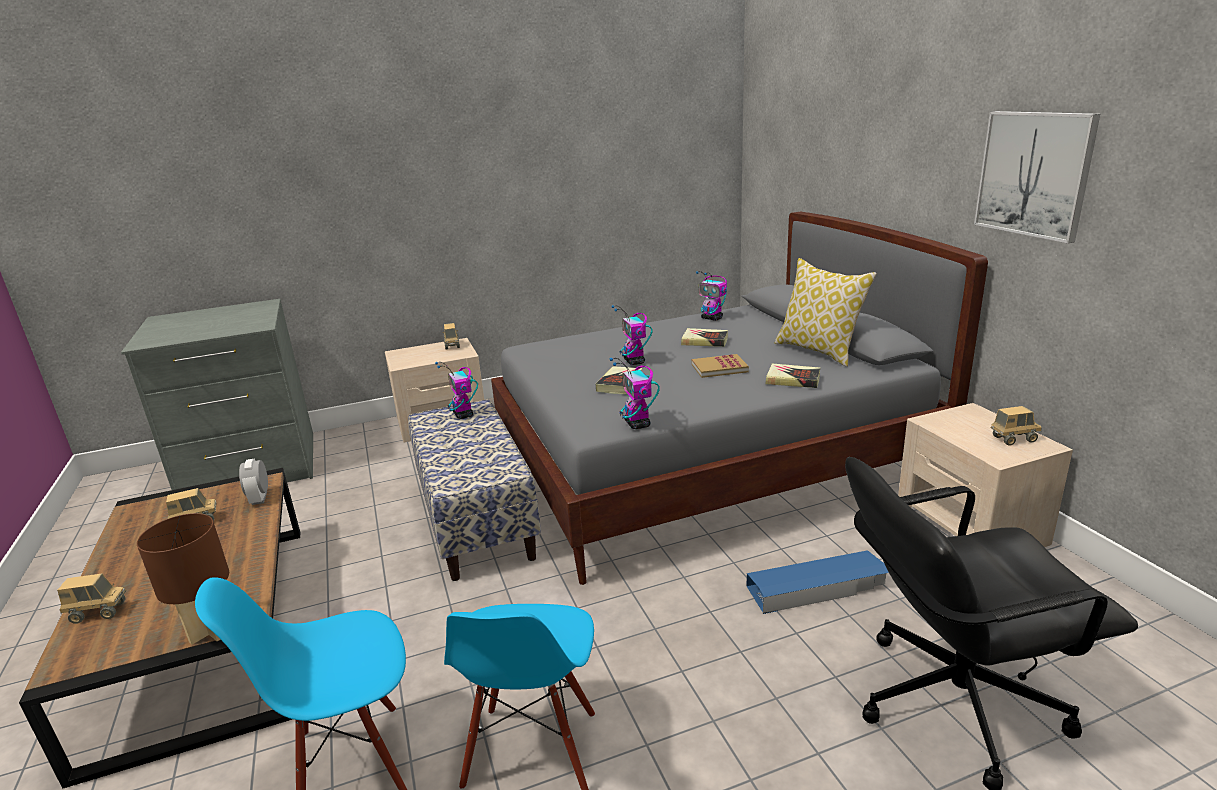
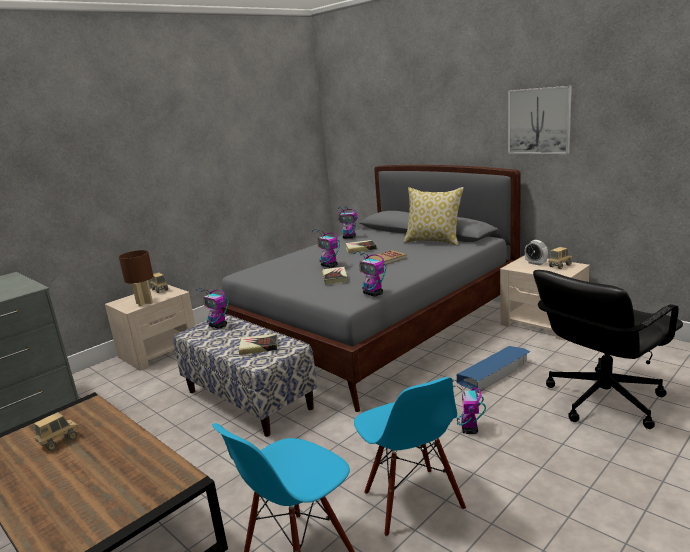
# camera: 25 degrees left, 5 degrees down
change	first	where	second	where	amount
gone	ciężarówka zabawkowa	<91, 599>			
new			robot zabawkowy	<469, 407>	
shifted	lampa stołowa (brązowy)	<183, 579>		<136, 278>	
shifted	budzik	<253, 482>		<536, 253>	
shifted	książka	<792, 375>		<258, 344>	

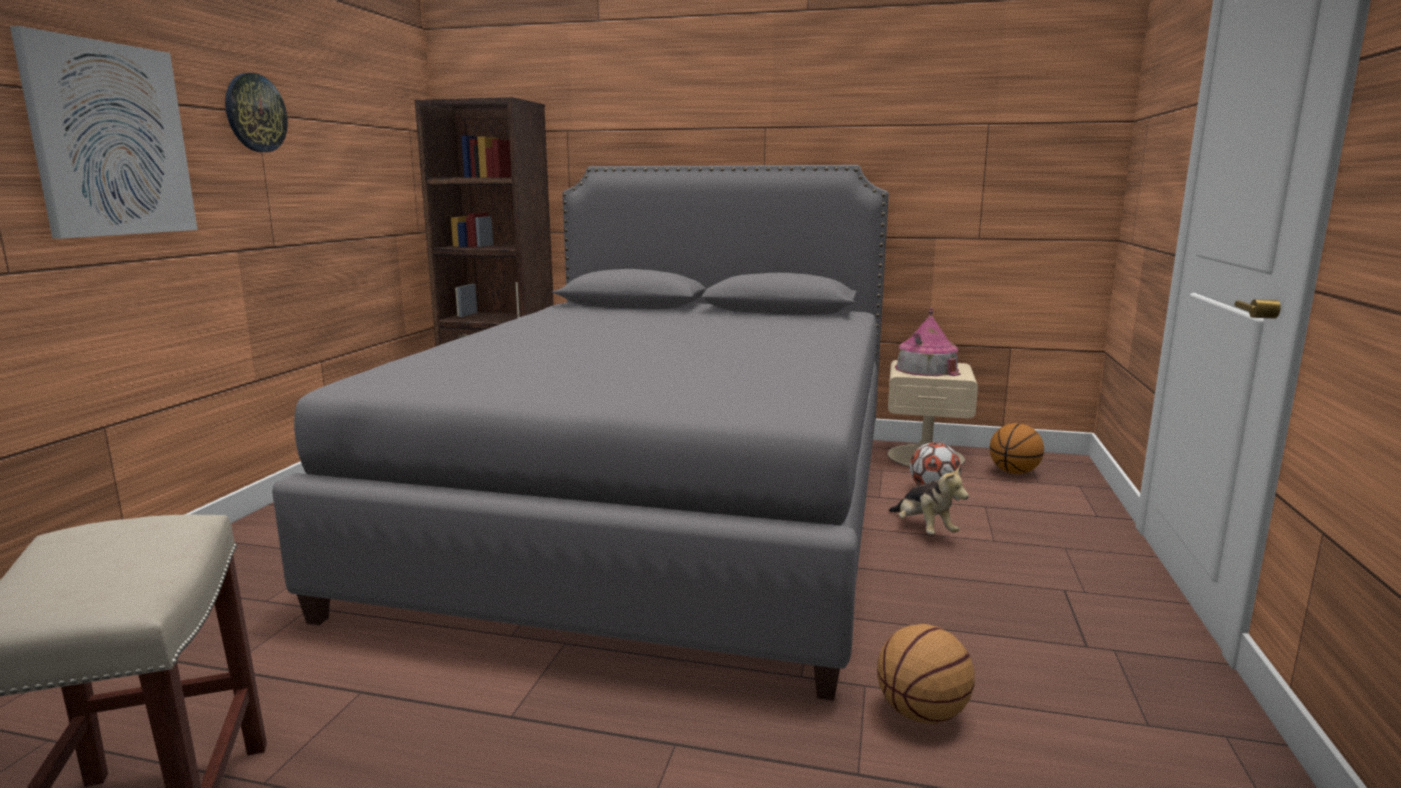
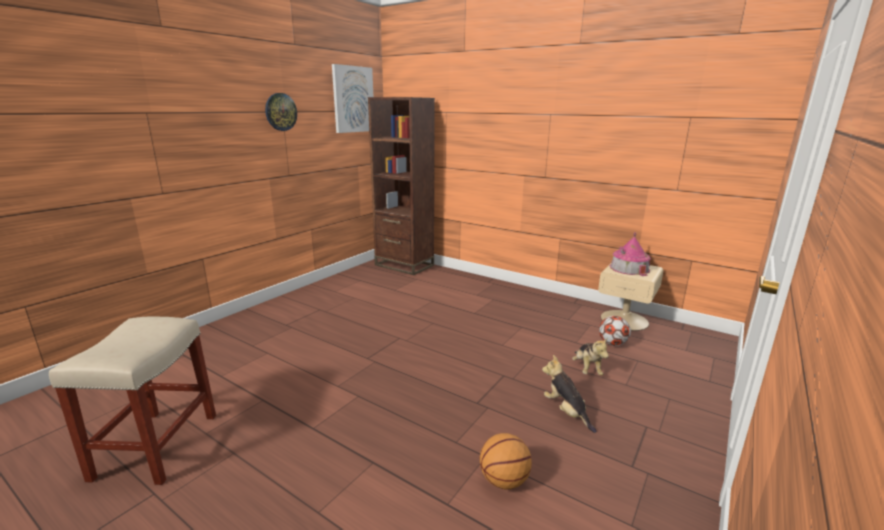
# camera: 20 degrees right, 5 degrees up
change	first	where	second	where	amount
gone	łóżko (szary)	<580, 433>			
gone	piłka do koszykówki	<1017, 448>			
new			pluszak	<569, 394>	
shifted	obraz	<104, 132>		<352, 98>	

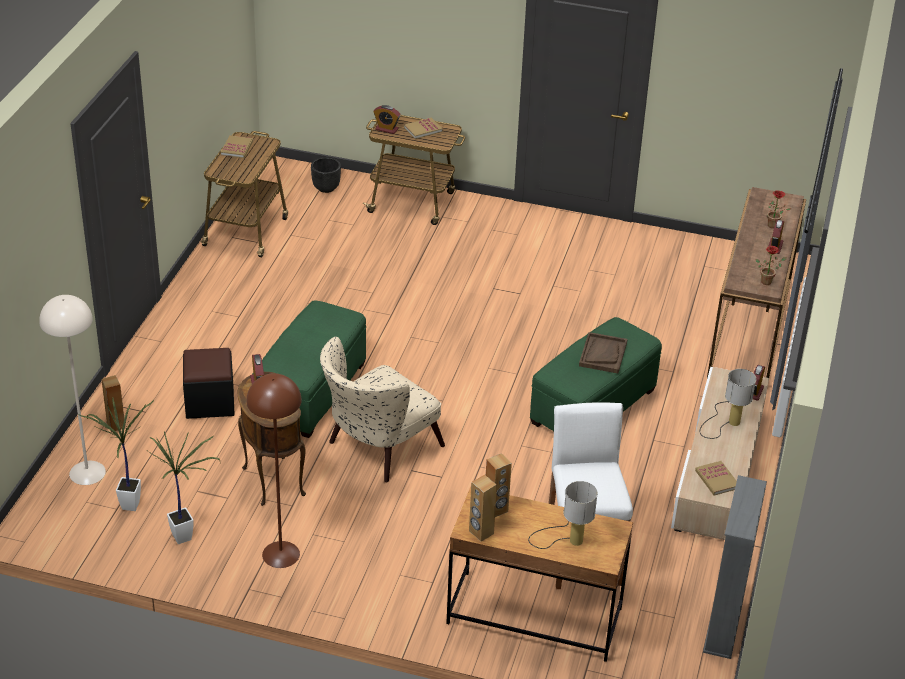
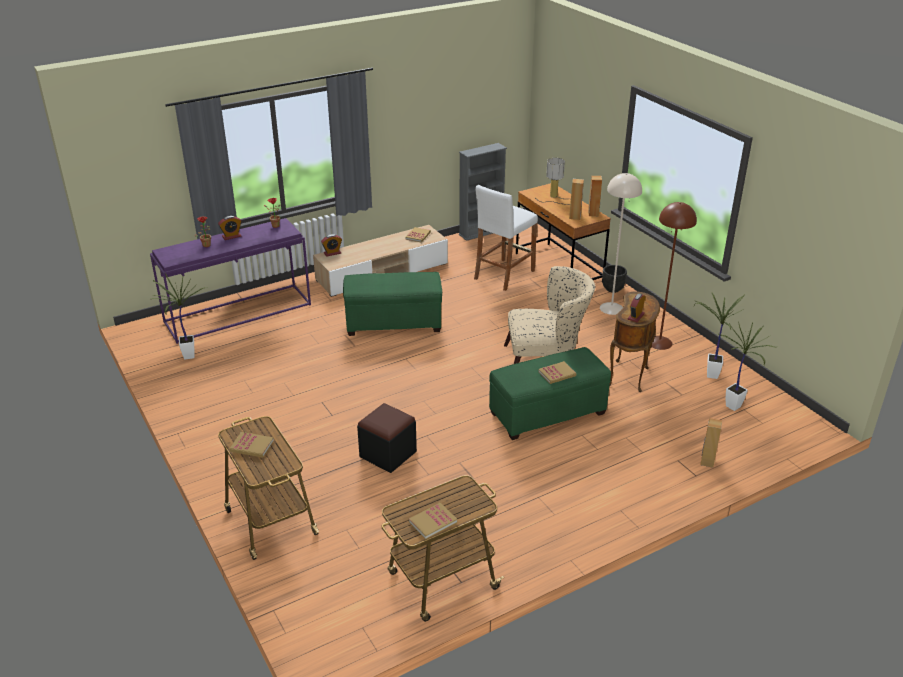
# camera: 135 degrees left, 5 degrees down
change	first	where	second	where	amount
gone	budzik	<386, 119>			
gone	taca (brązowy)	<603, 352>			
gone	lampa stołowa	<728, 404>			
new			roślina doniczkowa	<180, 316>	
new			książka	<557, 372>	
shifted	lampa stojąca (beżowy)	<72, 390>		<621, 244>	
shifted	pufa (czarny)	<209, 383>		<387, 438>	
shifted	donica (czarny)	<326, 175>		<614, 279>	
repainted	stolik konsolowy (brązowy)	<756, 282>	stolik konsolowy (fioletowy)	<230, 281>	

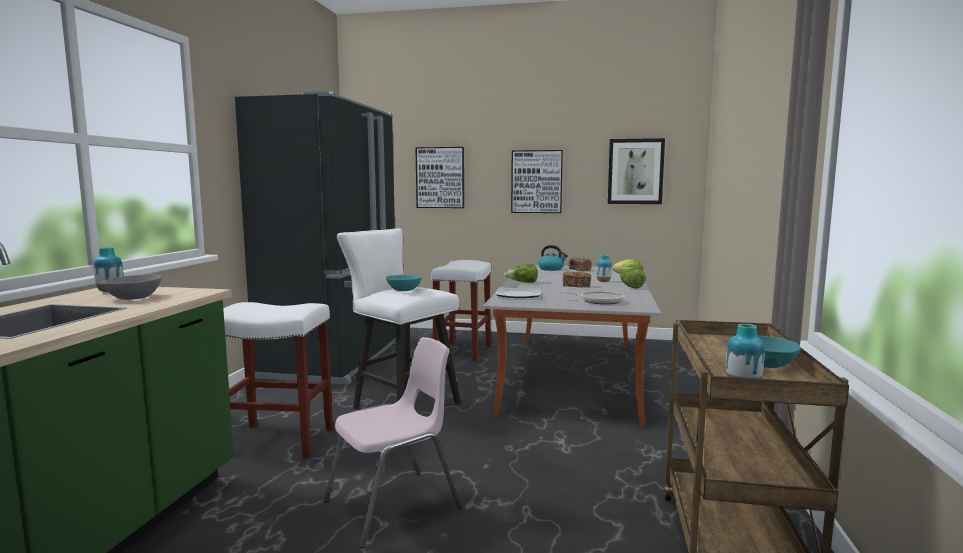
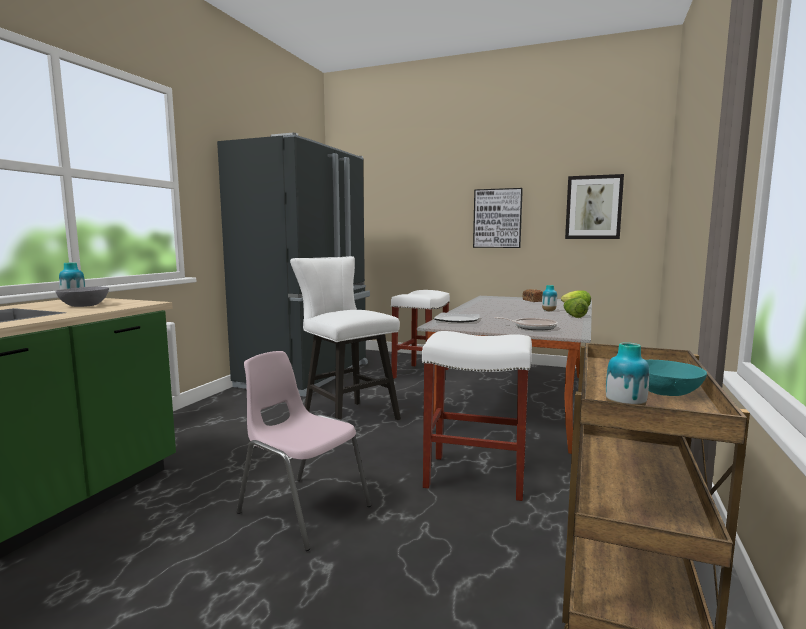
# camera: 10 degrees right, 0 degrees up
change	first	where	second	where	amount
gone	miska (turkusowy)	<404, 283>			
gone	obraz	<439, 177>			
gone	sałata	<521, 273>			
gone	czajnik	<553, 258>			
gone	chleb	<577, 279>			
shifted	stołek (biały)	<278, 380>		<477, 416>	
rotated	krzesło (różowy)	<393, 442>		<304, 451>	120 degrees counterclockwise

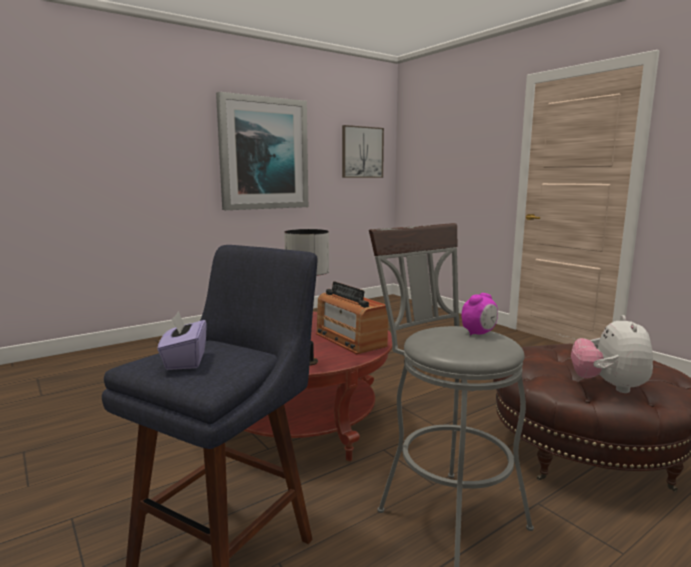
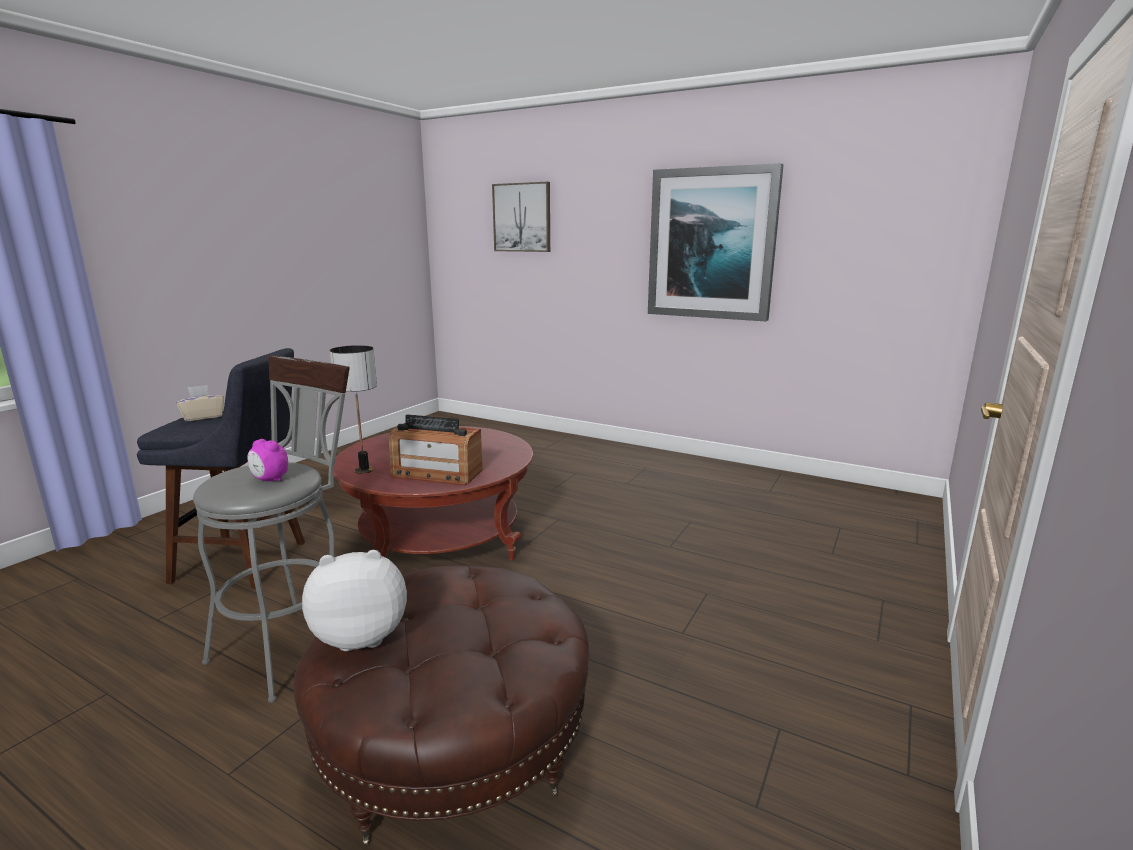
# camera: 65 degrees right, 5 degrees up
change	first	where	second	where	amount
shifted	obraz	<363, 151>		<521, 217>	
repainted	pudełko chusteczek (fioletowy)	<182, 340>	pudełko chusteczek (beżowy)	<200, 403>	
rotated	radio	<352, 317>		<436, 449>	105 degrees counterclockwise

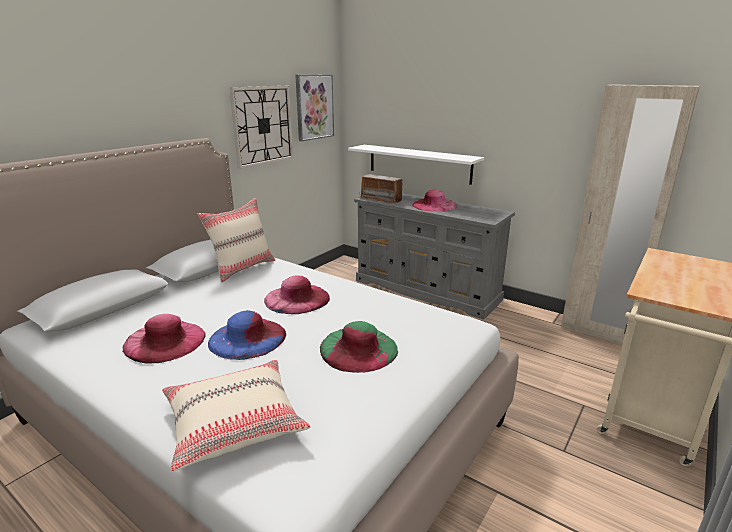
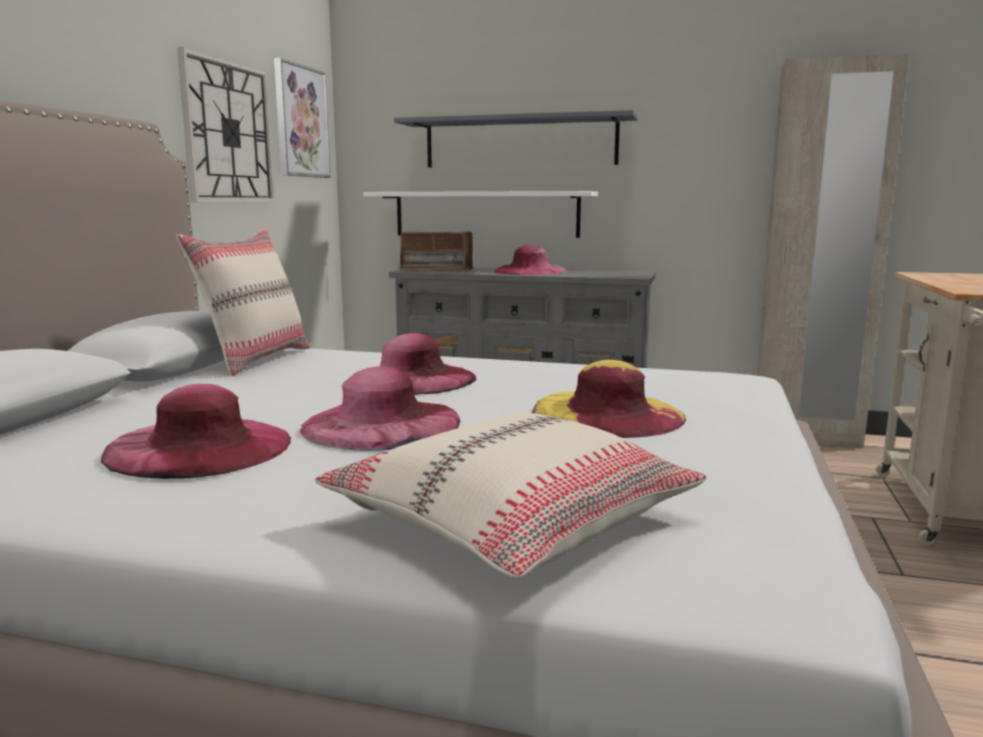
# camera: 20 degrees left, 10 degrees down
change	first	where	second	where	amount
new			półka (szary)	<516, 138>	
repainted	kapelusz (niebieski)	<247, 335>	kapelusz (różowy)	<380, 408>	
repainted	kapelusz (zielony)	<359, 347>	kapelusz (żółty)	<609, 399>	

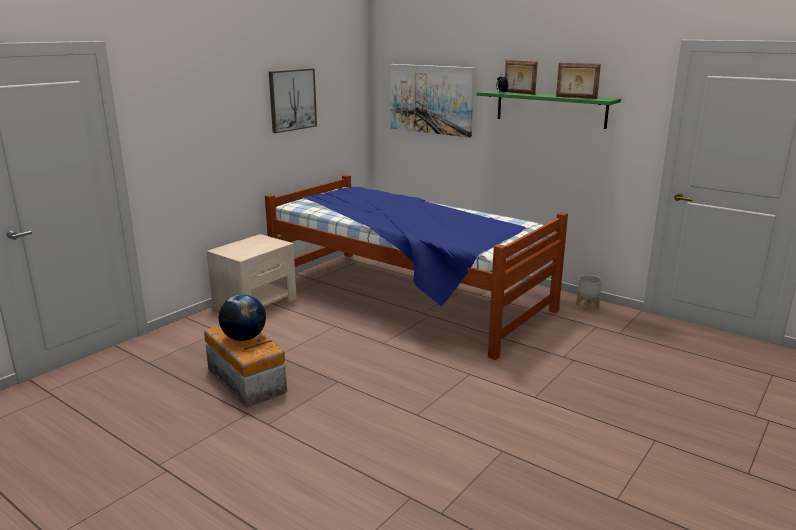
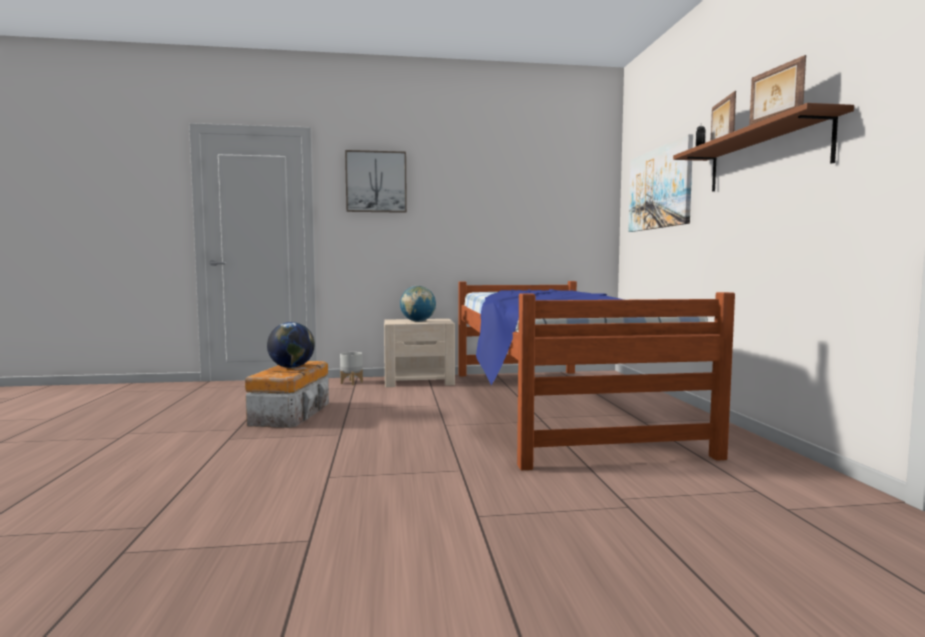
# camera: 45 degrees right, 15 degrees down
change	first	where	second	where	amount
new			globus	<418, 304>	
shifted	obraz	<293, 100>		<376, 181>	
shifted	donica (szary)	<589, 293>		<351, 368>	
repainted	półka (zielony)	<549, 109>	półka (brązowy)	<763, 147>	

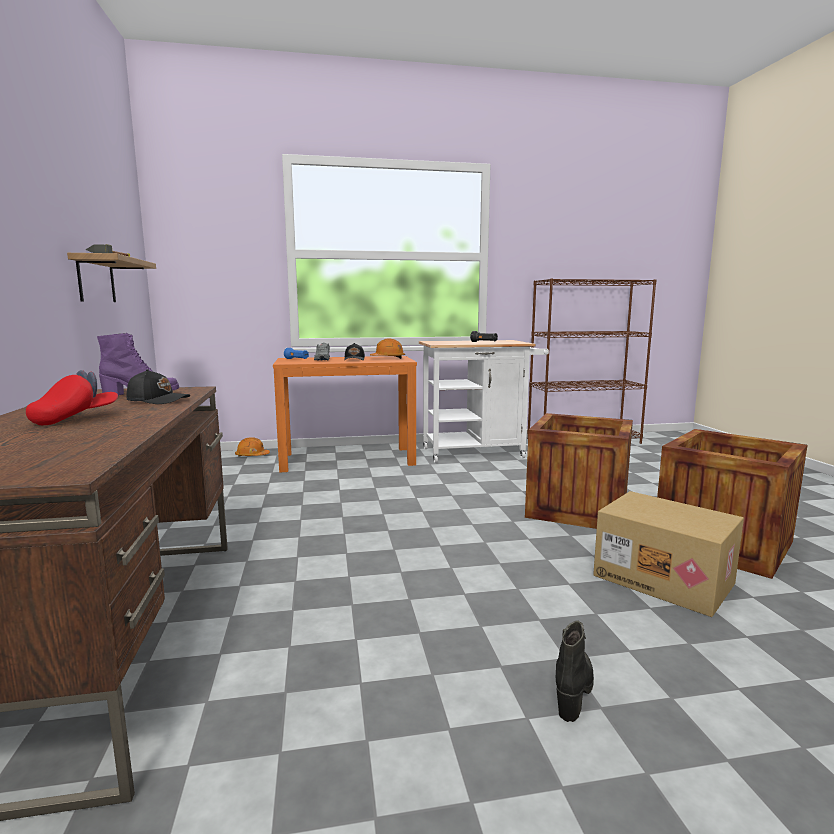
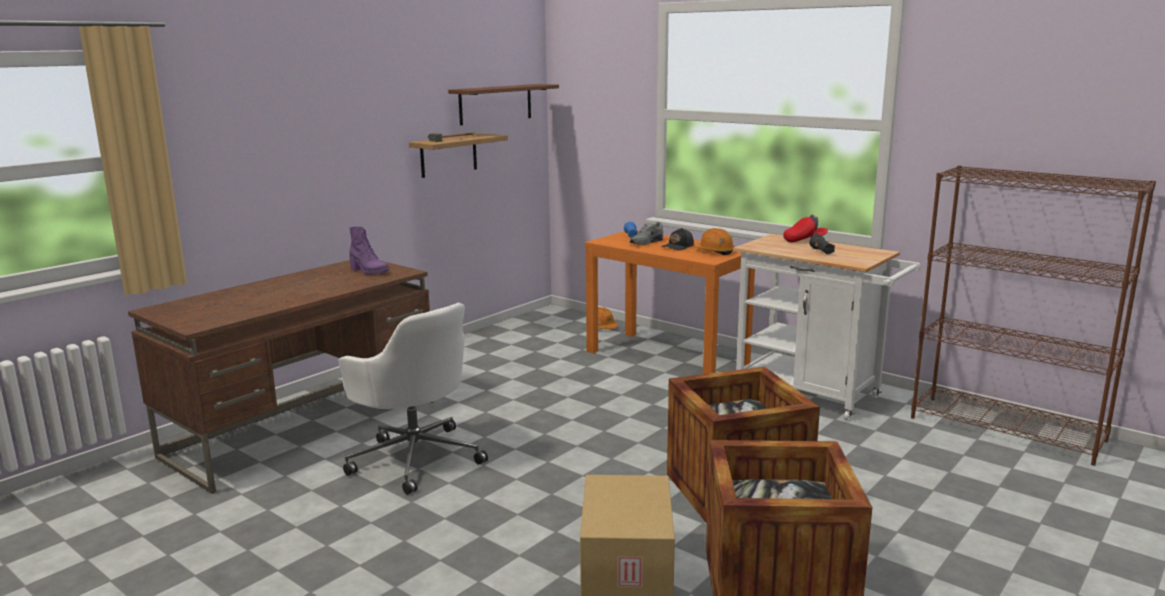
# camera: 50 degrees right, 5 degrees up
change	first	where	second	where	amount
gone	czapka z daszkiem (czarny)	<158, 386>			
gone	but z cholewką (czarny)	<575, 671>			
new			krzesło biurowe (biały)	<413, 399>	
new			półka (brązowy)	<503, 104>	
shifted	czapka z daszkiem (czerwony)	<72, 397>		<805, 228>	

